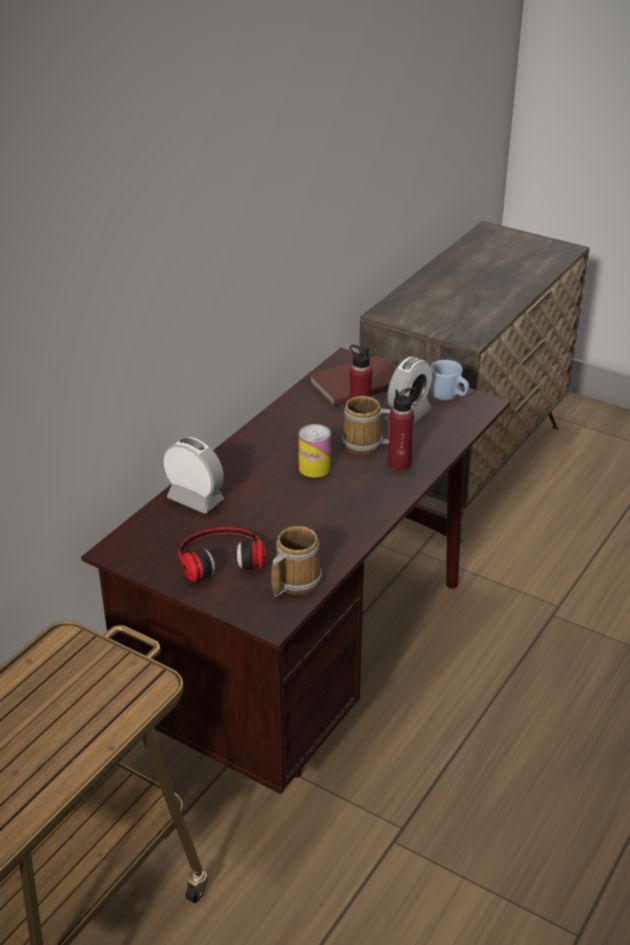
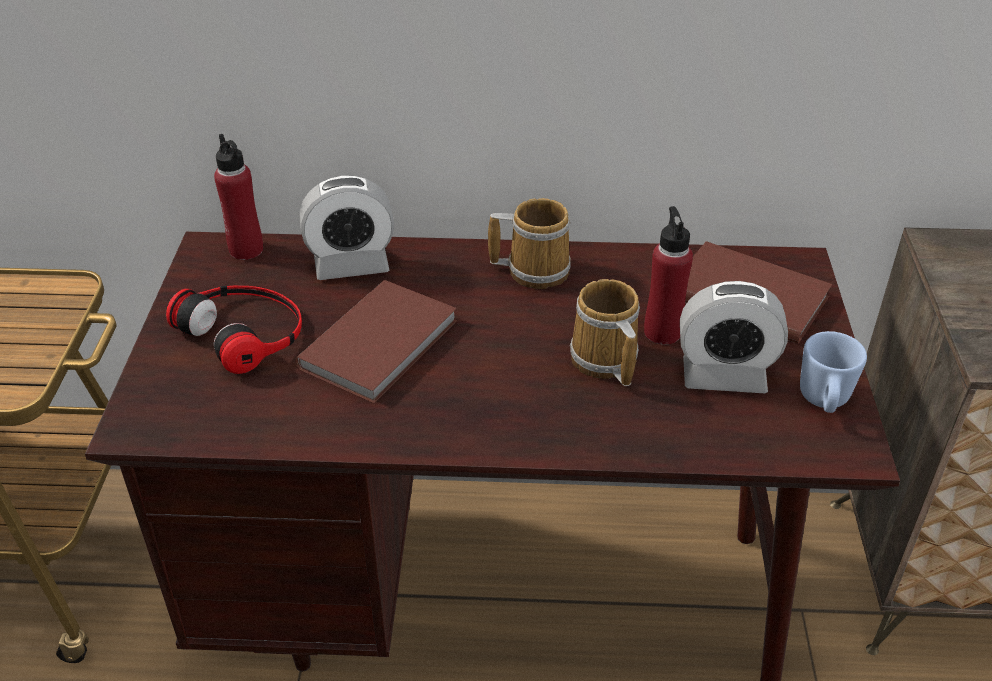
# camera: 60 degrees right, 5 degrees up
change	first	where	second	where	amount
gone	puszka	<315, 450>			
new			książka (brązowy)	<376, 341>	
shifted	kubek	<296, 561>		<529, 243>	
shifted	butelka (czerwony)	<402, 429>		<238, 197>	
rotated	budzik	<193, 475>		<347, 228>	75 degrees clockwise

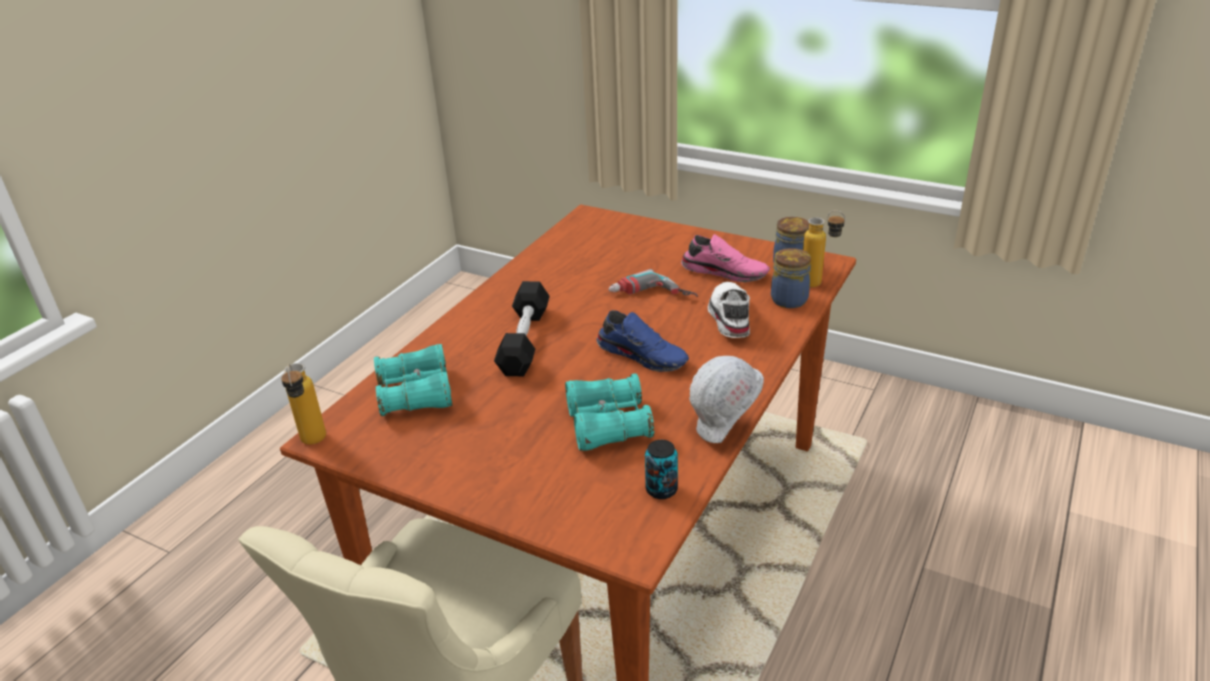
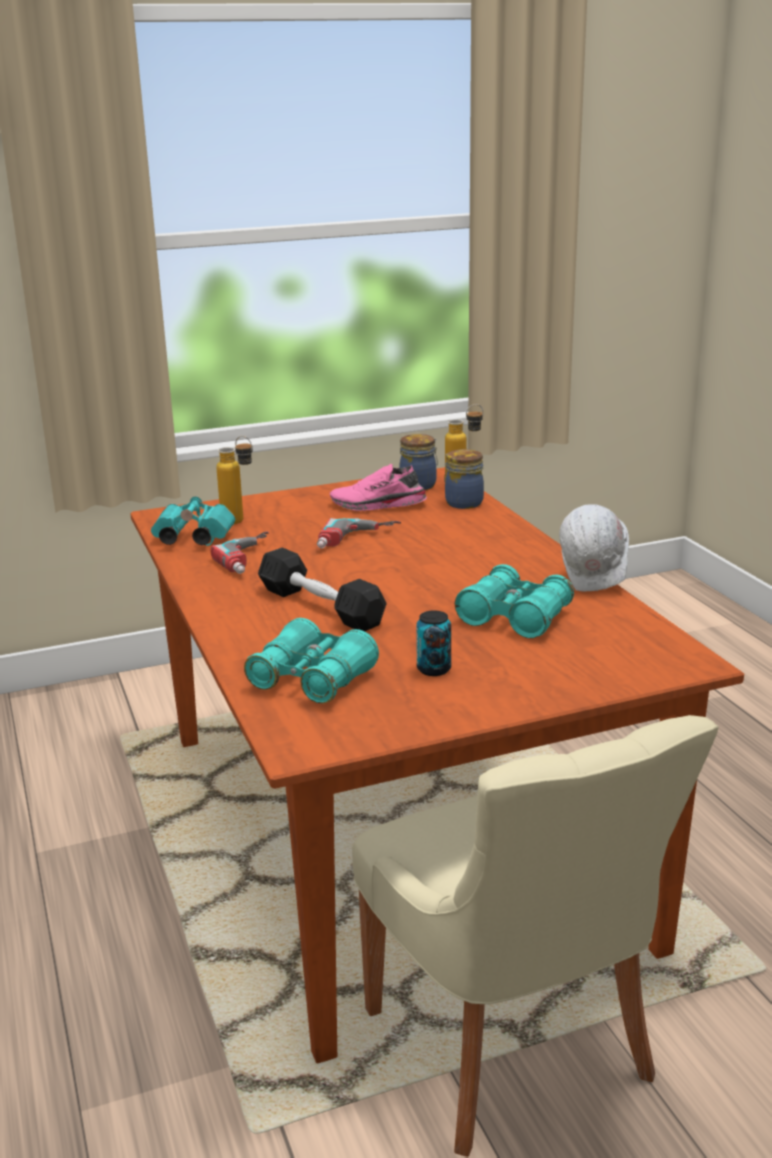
# camera: 50 degrees left, 10 degrees down
change	first	where	second	where	amount
gone	but (niebieski)	<643, 341>			
gone	but (biały)	<729, 310>			
new			lornetka (turkusowy)	<193, 521>	
new			wiertarka	<240, 553>	
shifted	butelka	<303, 404>		<235, 480>	
shifted	puszka	<661, 469>		<433, 643>	
rotated	but (różowy)	<725, 258>		<378, 487>	150 degrees counterclockwise

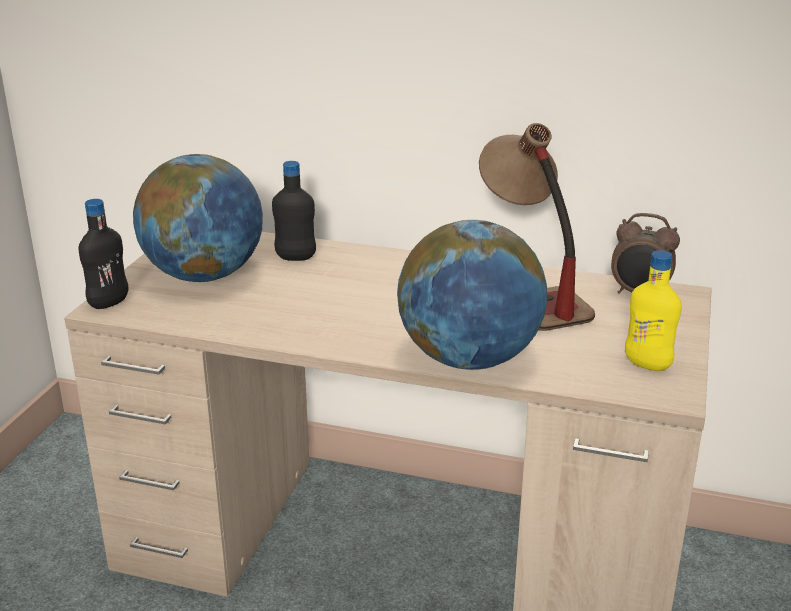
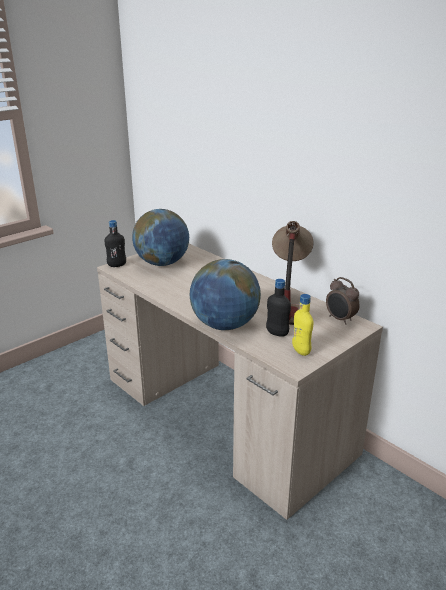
# camera: 30 degrees right, 0 degrees up
change	first	where	second	where	amount
shifted	butelka (czarny)	<294, 211>		<278, 308>	

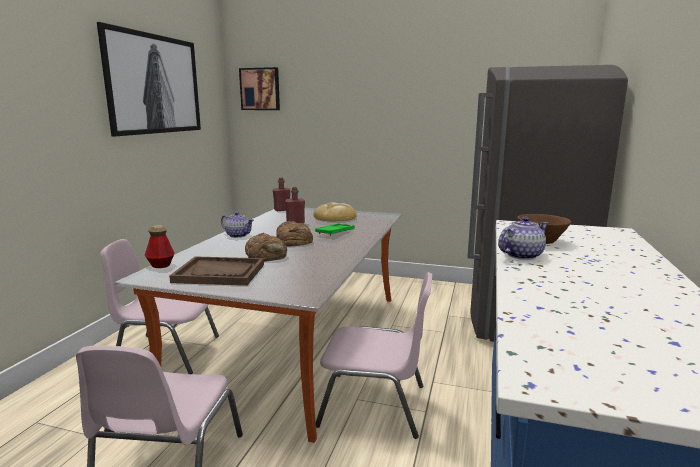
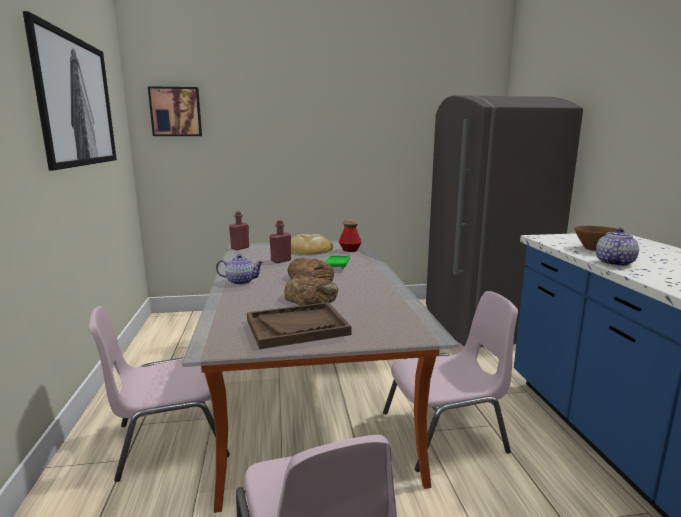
# camera: 25 degrees left, 0 degrees up
change	first	where	second	where	amount
shifted	butelka	<159, 246>		<350, 236>	

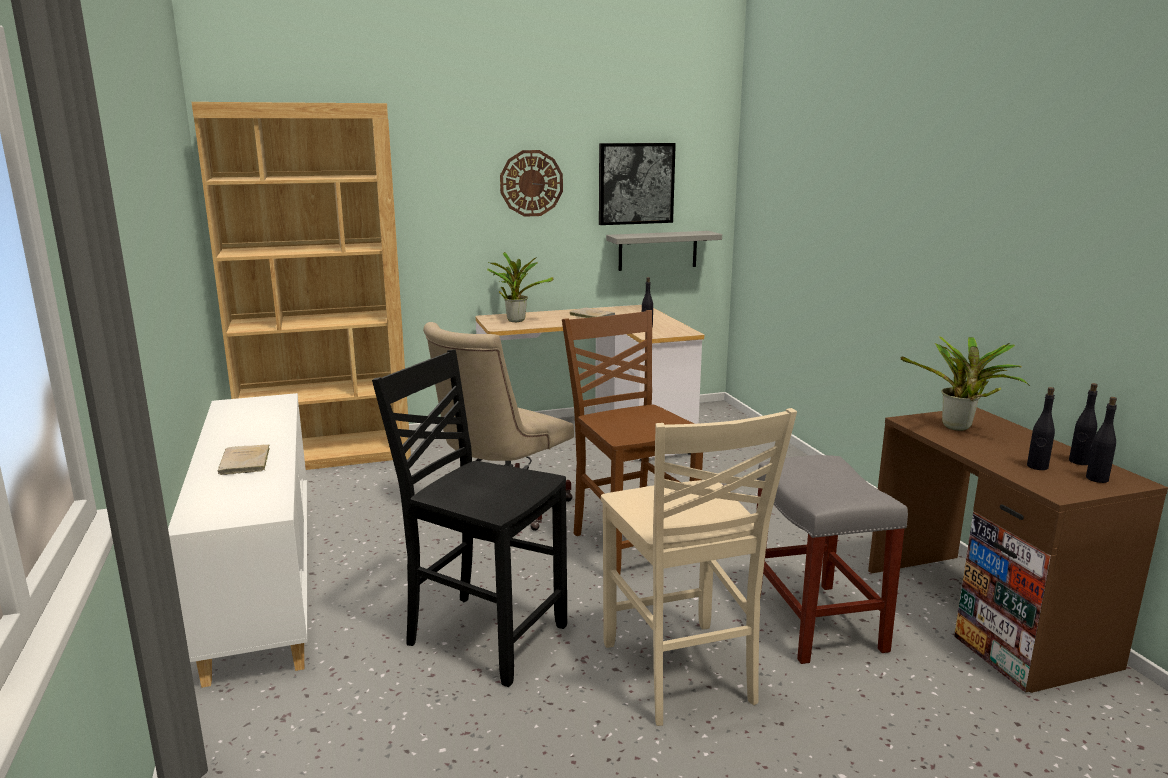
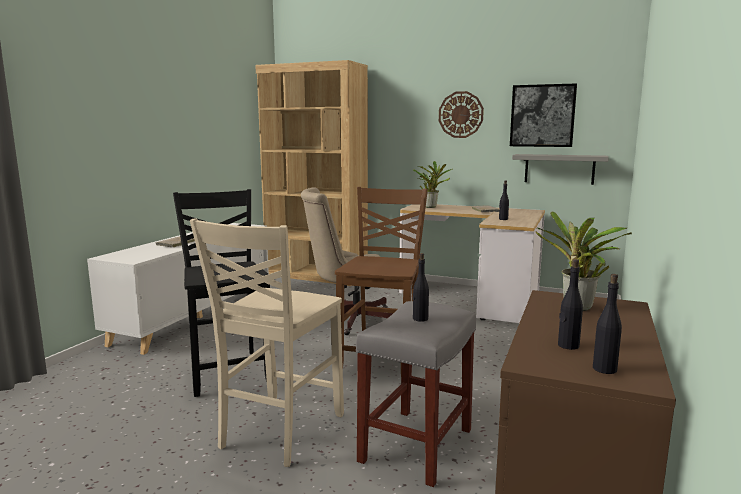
# camera: 40 degrees right, 5 degrees down
change	first	where	second	where	amount
shifted	butelka (czarny)	<1083, 424>		<421, 287>	

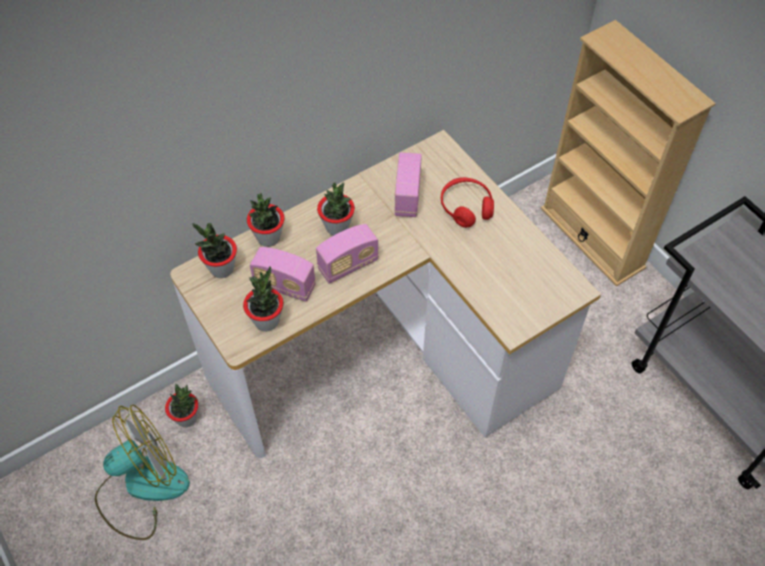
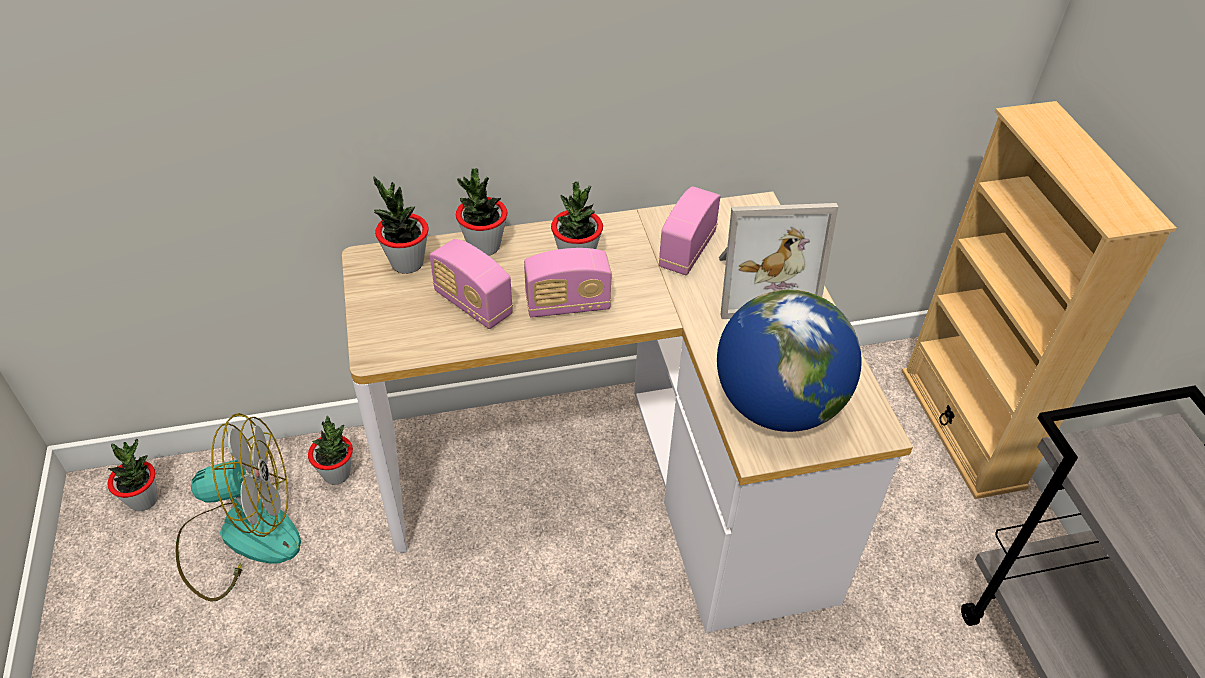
# camera: 20 degrees right, 10 degrees down
change	first	where	second	where	amount
new			globus	<789, 360>	
shifted	roślina doniczkowa	<263, 299>		<132, 475>	
swapped	słuchawki (czerwony)	<467, 202>	ramka na zdjęcie	<778, 261>	

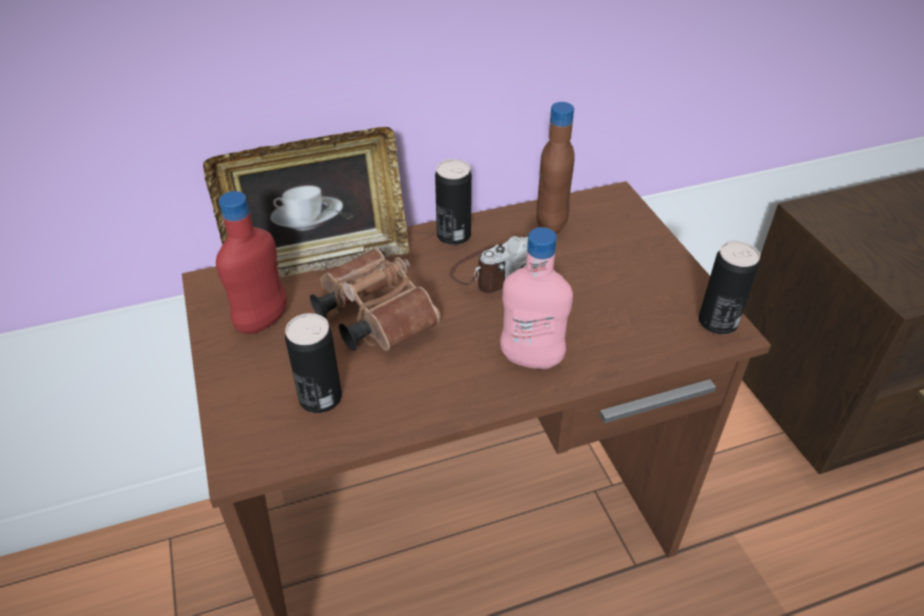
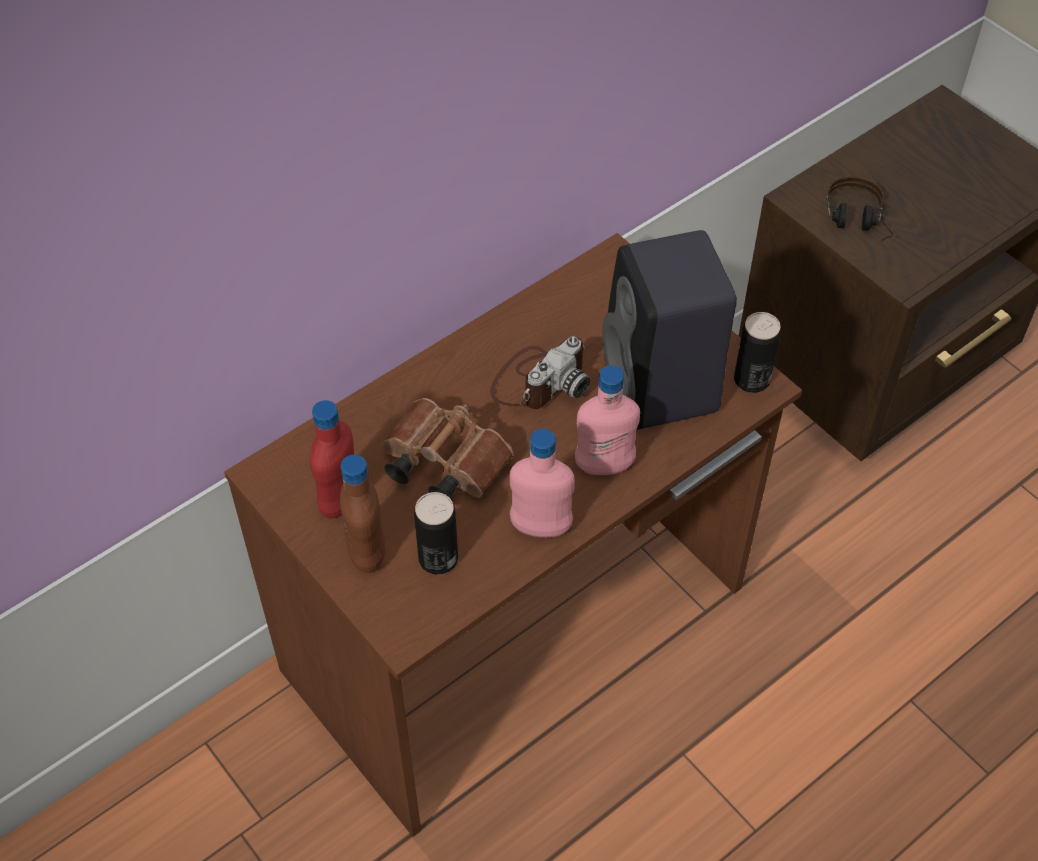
# camera: 20 degrees left, 10 degrees up
change	first	where	second	where	amount
gone	ramka na zdjęcie	<306, 202>			
gone	puszka	<453, 202>			
new			butelka (różowy)	<542, 483>	
new			głośnik (czarny)	<670, 330>	
new			słuchawki	<860, 209>	
shifted	butelka (brązowy)	<555, 168>		<362, 514>	

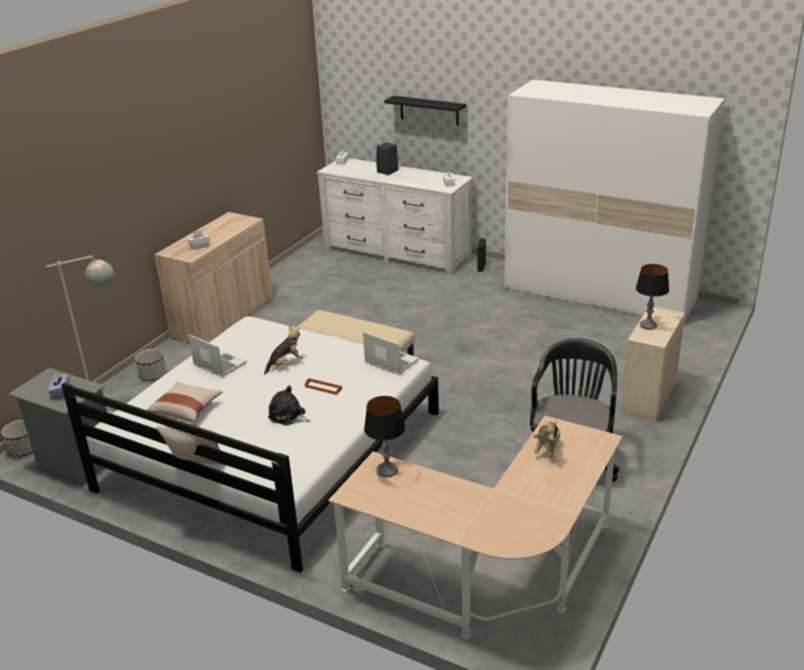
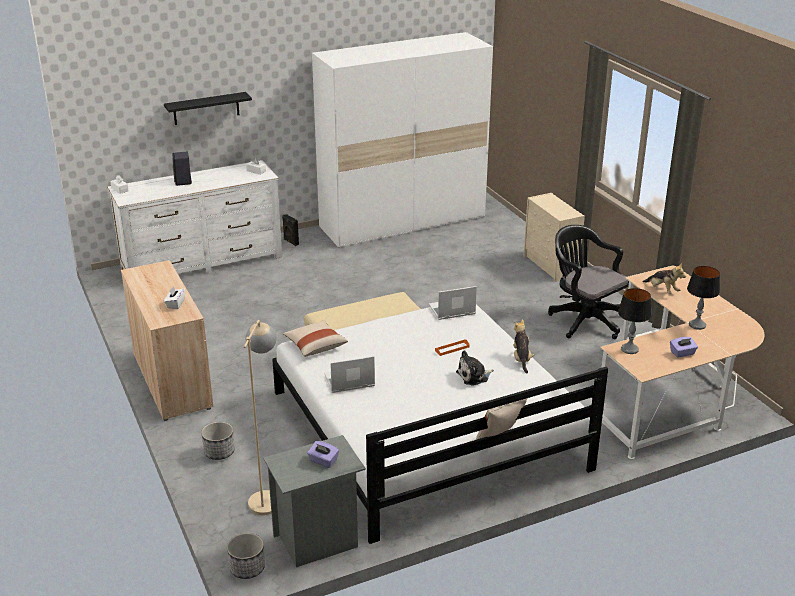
# camera: 55 degrees left, 0 degrees up
change	first	where	second	where	amount
new			pudełko chusteczek (fioletowy)	<684, 347>	
shifted	poduszka (beżowy)	<184, 402>		<315, 338>	
shifted	pluszak	<283, 350>		<524, 346>	
shifted	lampa stołowa	<652, 297>		<703, 298>	

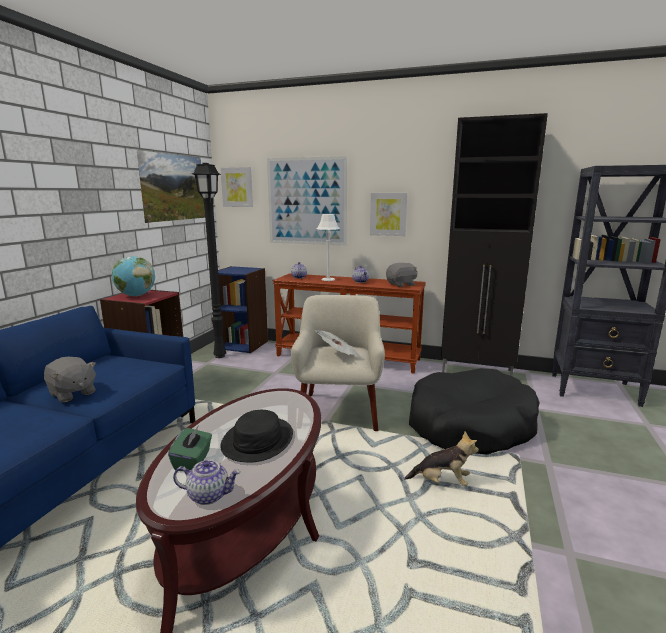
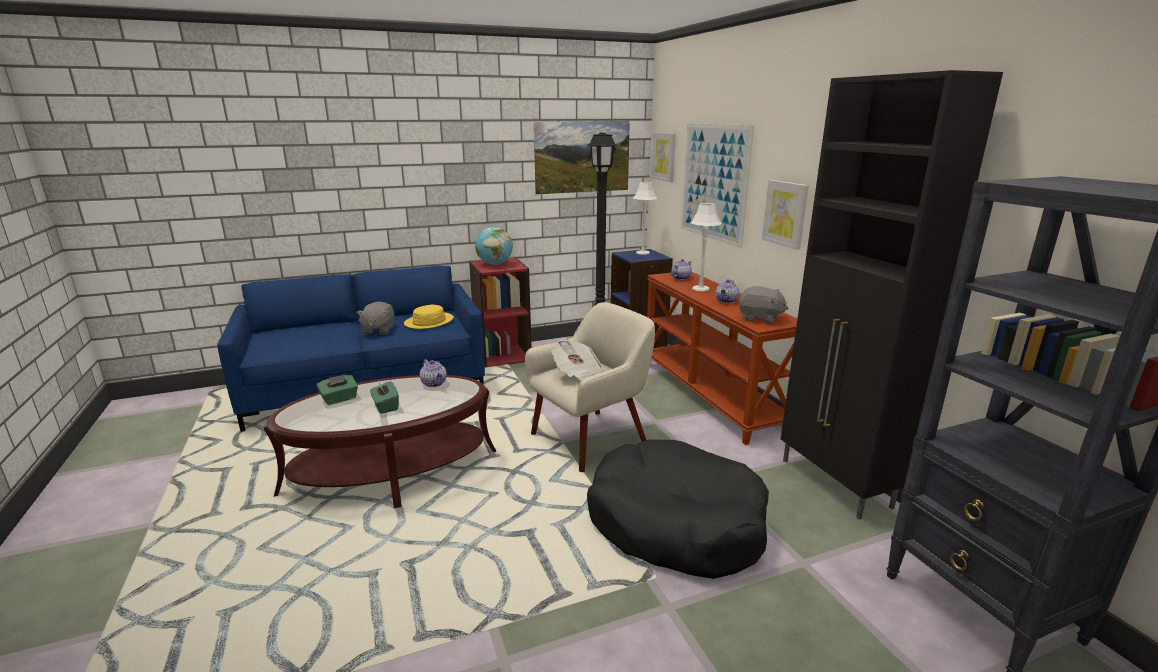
# camera: 50 degrees right, 5 degrees up
change	first	where	second	where	amount
gone	pluszak	<441, 458>			
new			kapelusz (żółty)	<429, 317>	
new			lampa stołowa (biały)	<645, 218>	
shifted	imbryk	<207, 482>		<433, 373>	
swapped	kapelusz (czarny)	<256, 436>	pudełko chusteczek (zielony)	<384, 397>	

